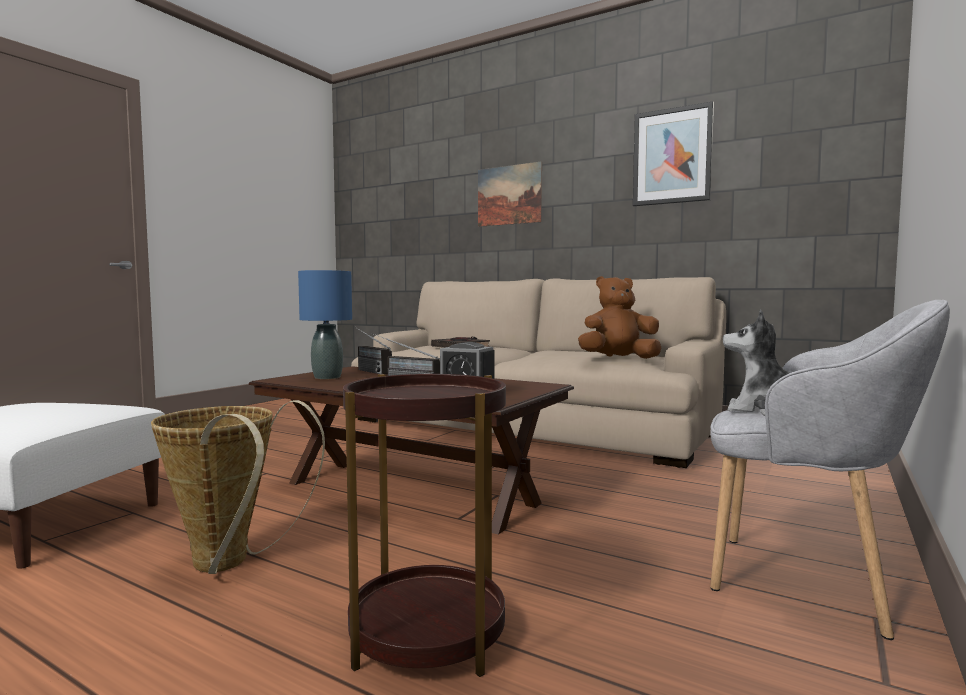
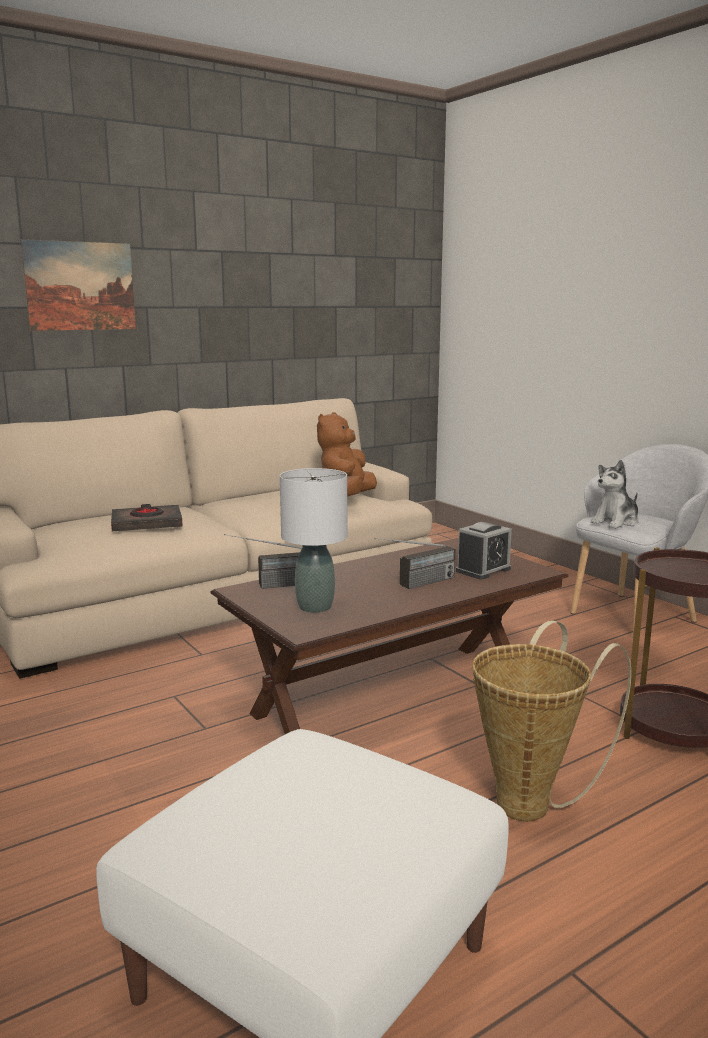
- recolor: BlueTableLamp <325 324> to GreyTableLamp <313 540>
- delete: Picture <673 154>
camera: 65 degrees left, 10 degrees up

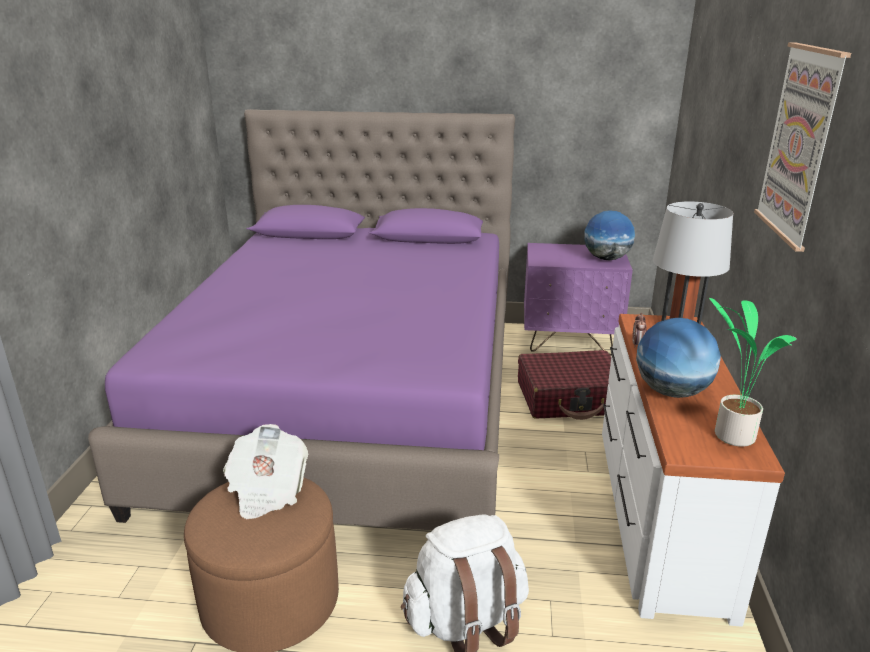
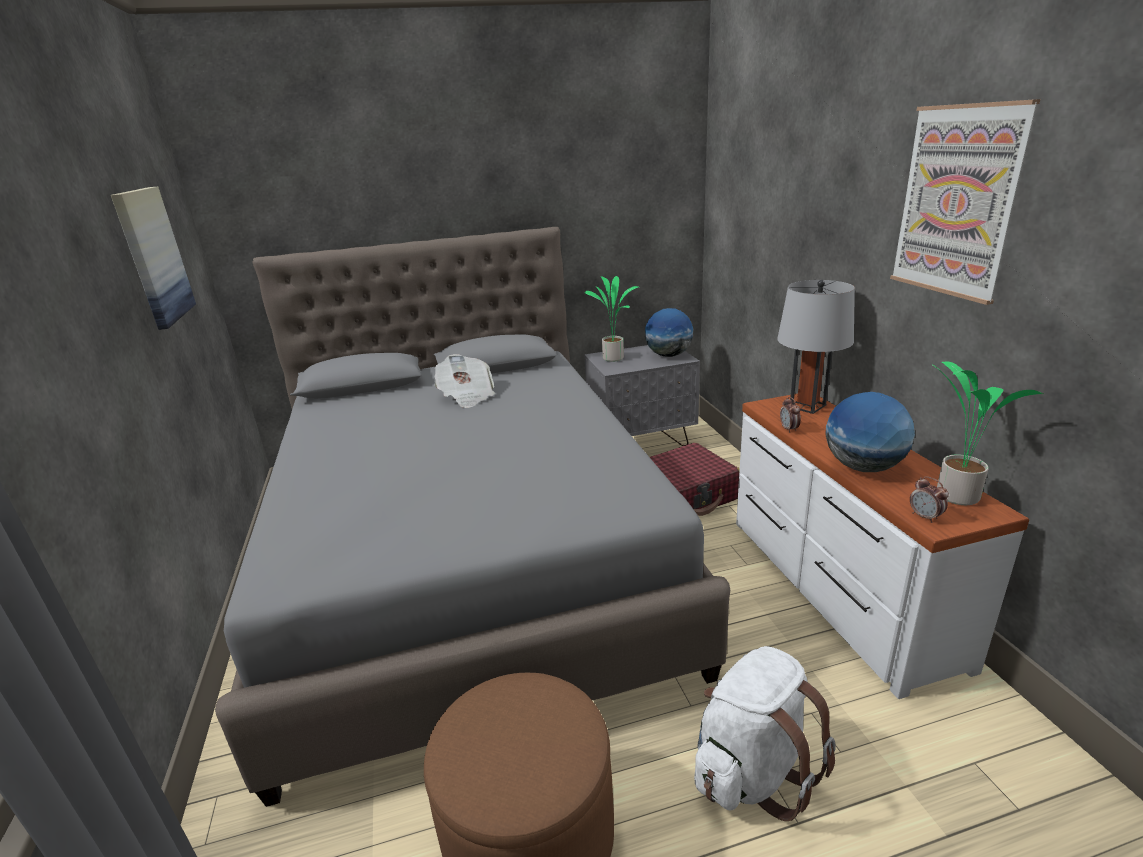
- insert: Picture <153 258>
- recolor: PurpleBed <301 319> to GreyBed <472 517>
- move: Newspaper <265 471> to <465 381>
- recolor: PurpleNightstand <578 299> to GreyNightstand <642 395>
- insert: PottedPlant <611 319>
- insert: AlarmClock <929 499>
camera: 20 degrees left, 0 degrees up

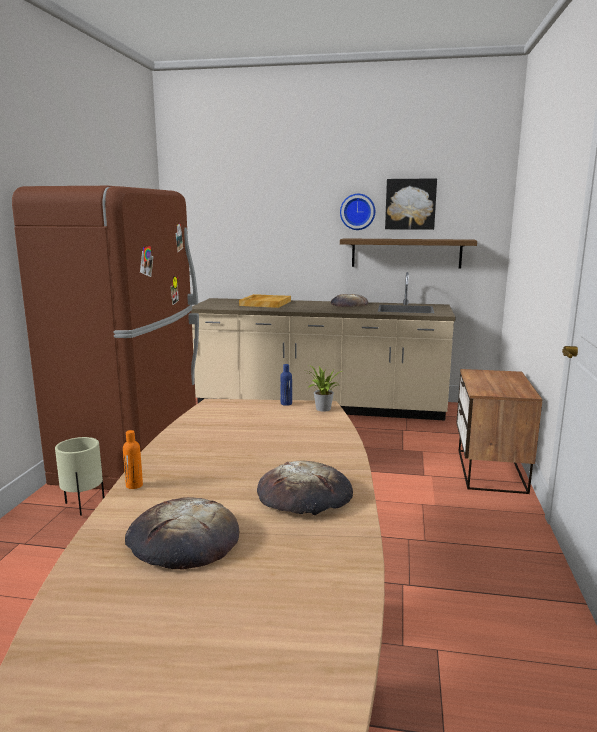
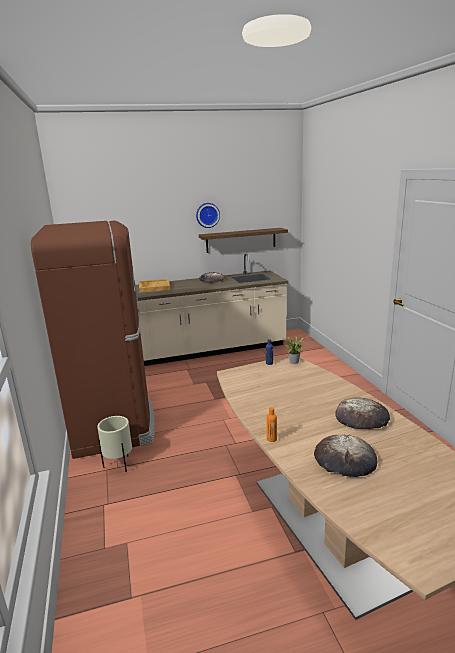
- delete: Picture <411 204>
- delete: Nightstand <499 431>
camera: 25 degrees left, 5 degrees up

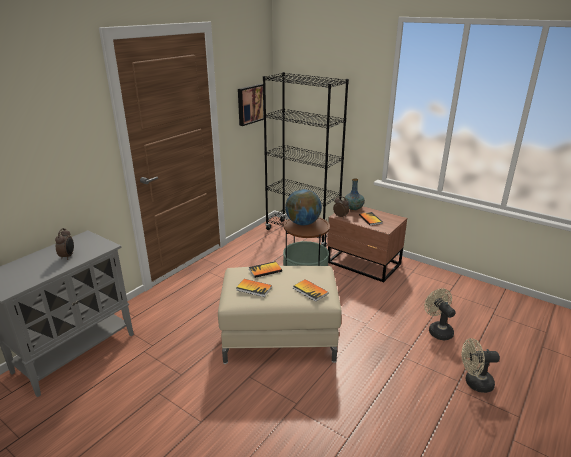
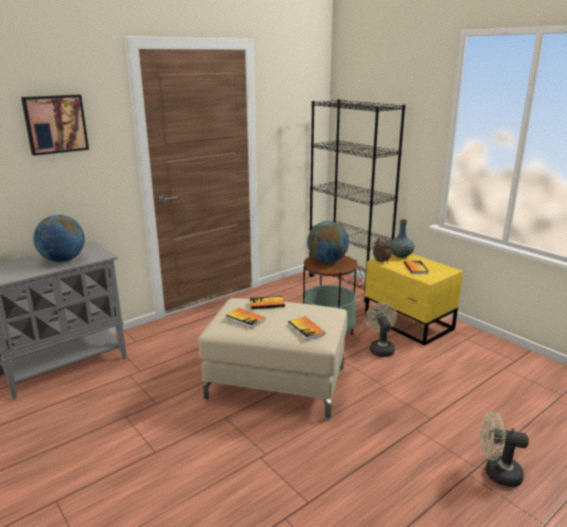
- move: Picture <251 105> to <55 125>
- replace: AlarmClock <64 244> to Globe <59 238>
- recolor: BrownNightstand <367 244> to YellowNightstand <414 299>
- move: BeigeFan <440 314> to <381 329>
camera: 15 degrees right, 5 degrees down

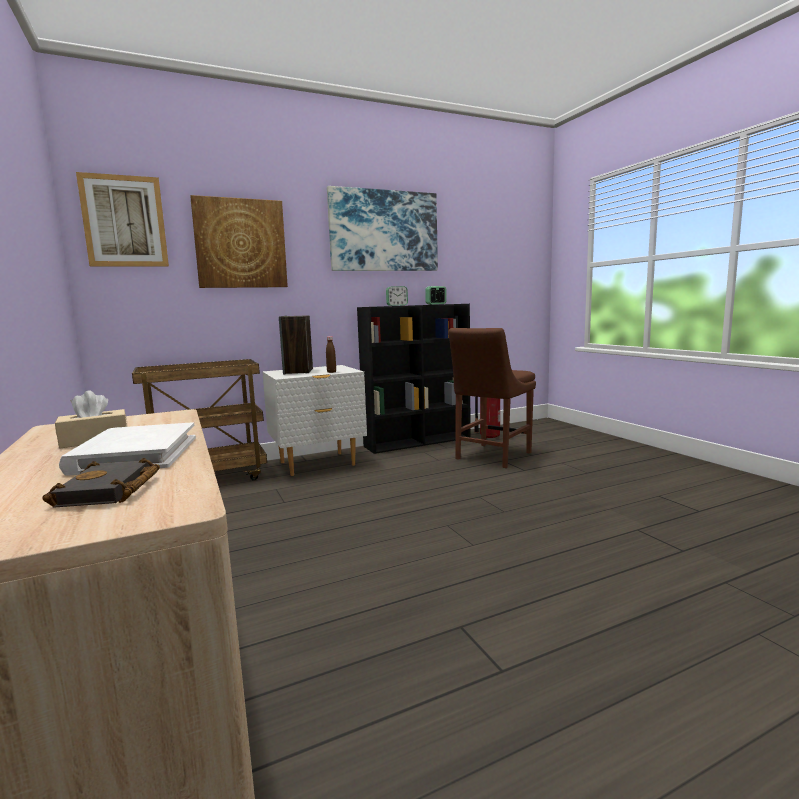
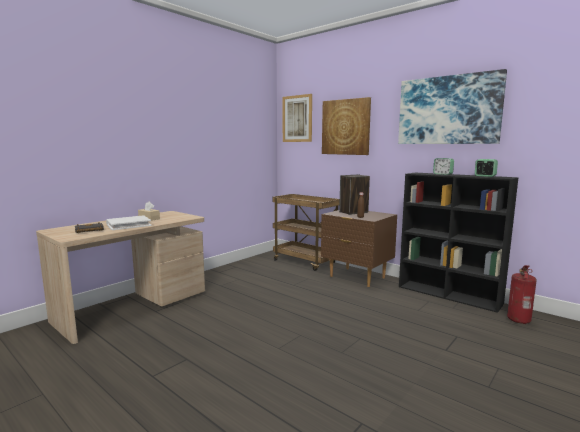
- recolor: WhiteNightstand <314 420> to BrownNightstand <359 248>
- delete: BrownChair <492 398>
camera: 65 degrees right, 0 degrees up

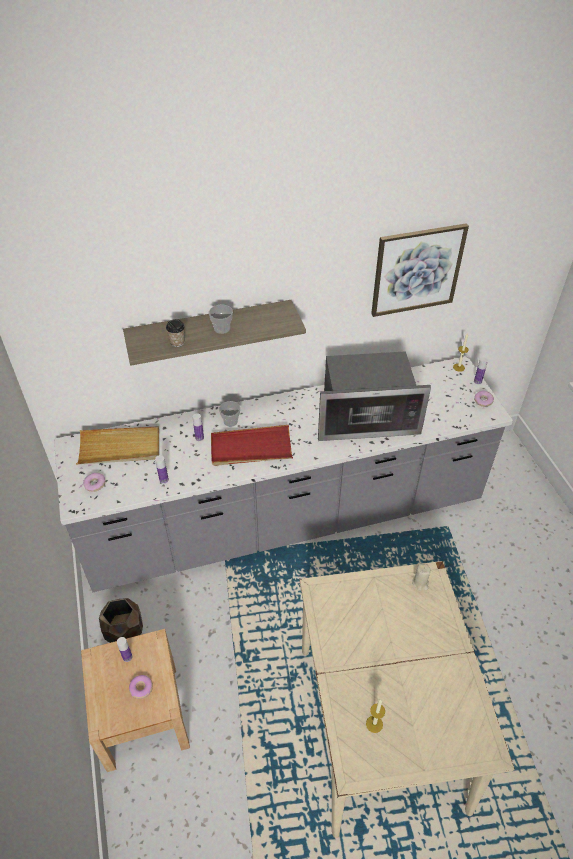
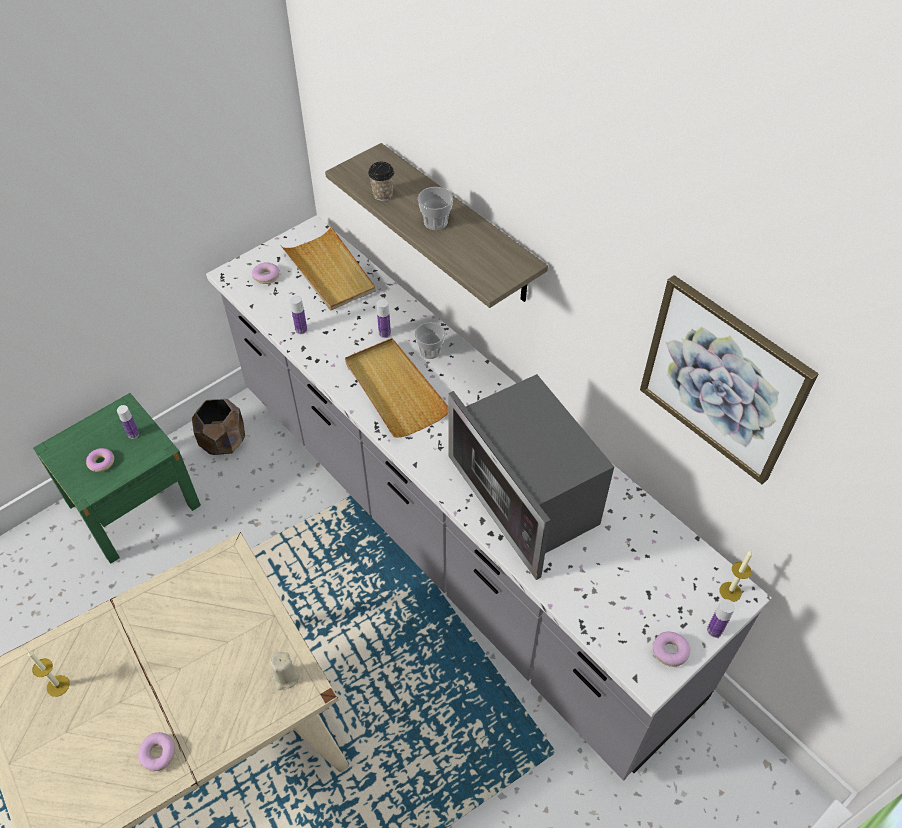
- recolor: BeigeNightstand <135 700> to GreenNightstand <117 478>
- insert: Donut <157 751>
- recolor: RedTray <252 445> to BeigeTray <396 388>
camera: 65 degrees right, 5 degrees up

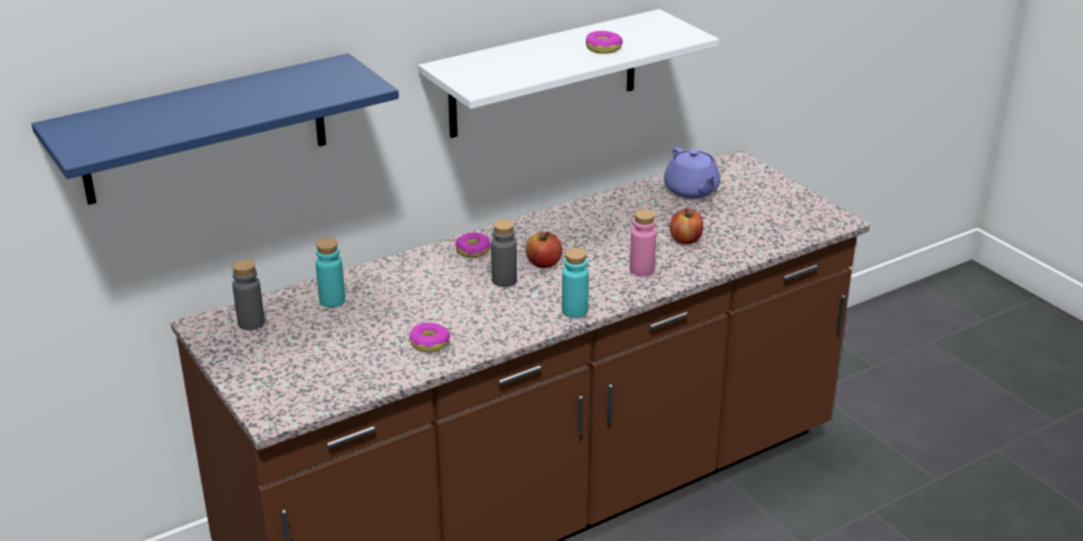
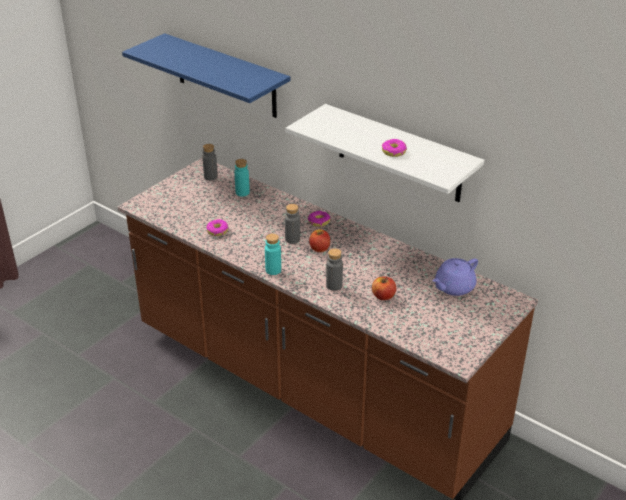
- recolor: PinkBottle <643 242> to GreyBottle <334 269>
camera: 70 degrees right, 5 degrees up

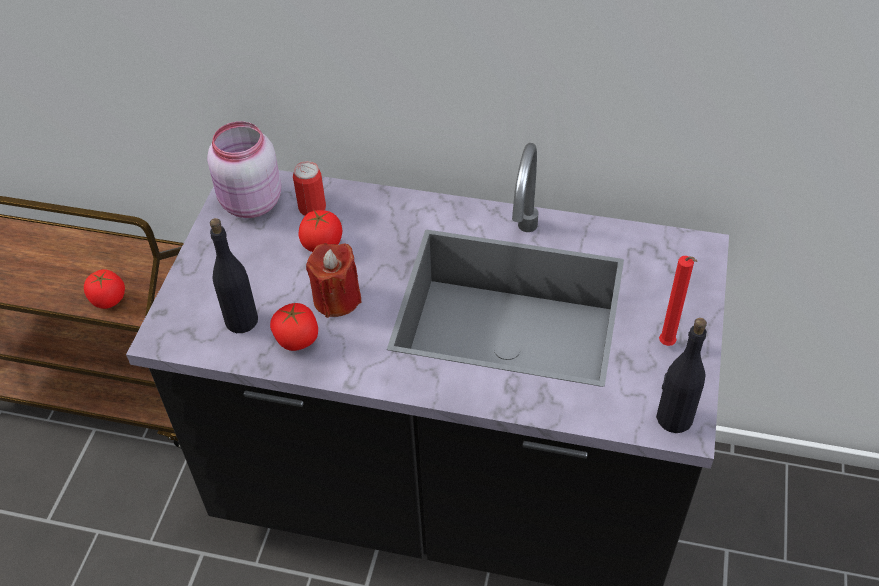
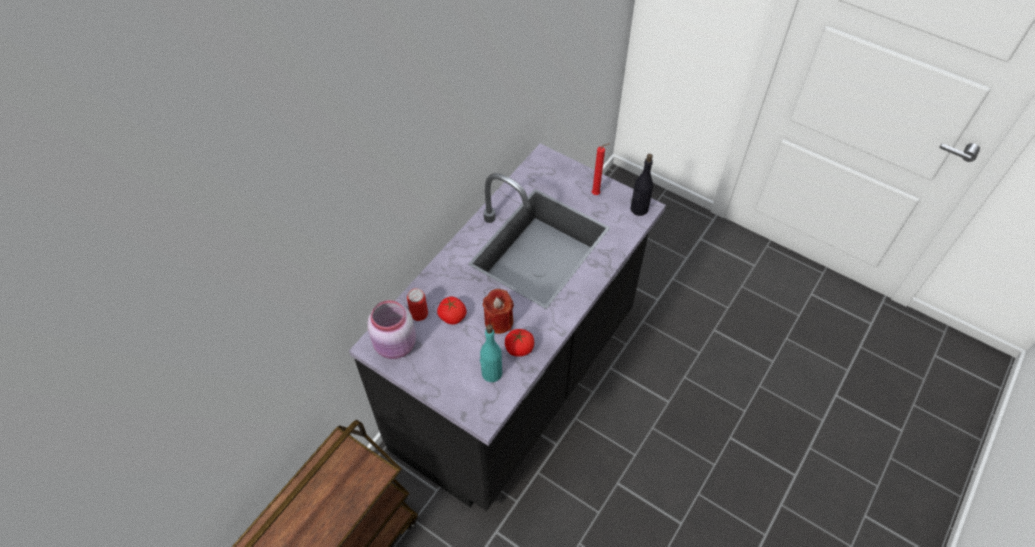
- recolor: BlackBottle <234 275> to TurquoiseBottle <491 353>
- delete: Tomato <104 289>
camera: 70 degrees left, 5 degrees up

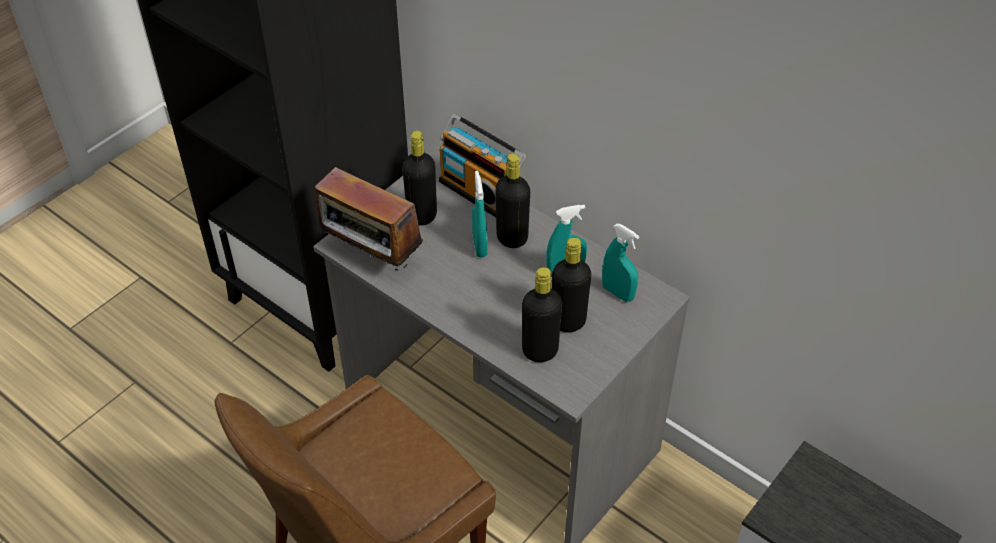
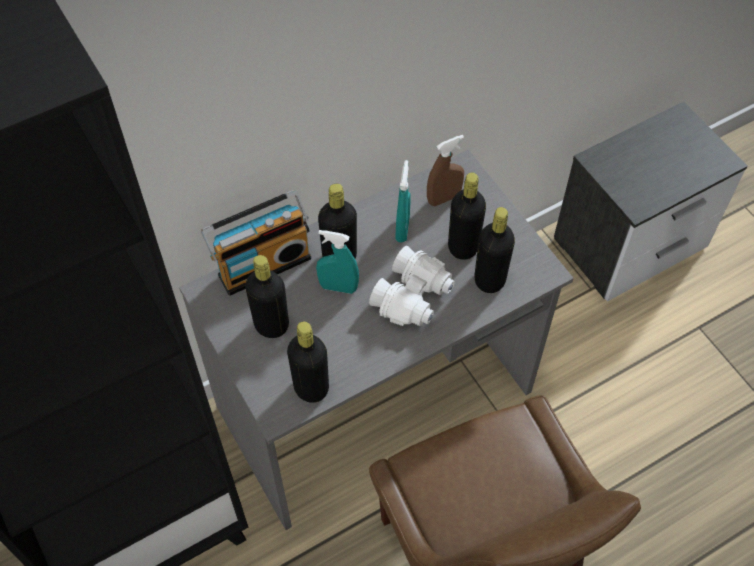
- replace: Radio <369 220> to BlackBottle <308 362>
- insert: WhiteBinoculars <412 286>
- recolor: TurquoiseSprayBottle <620 263> to BrownSprayBottle <445 170>
camera: 70 degrees left, 10 degrees up

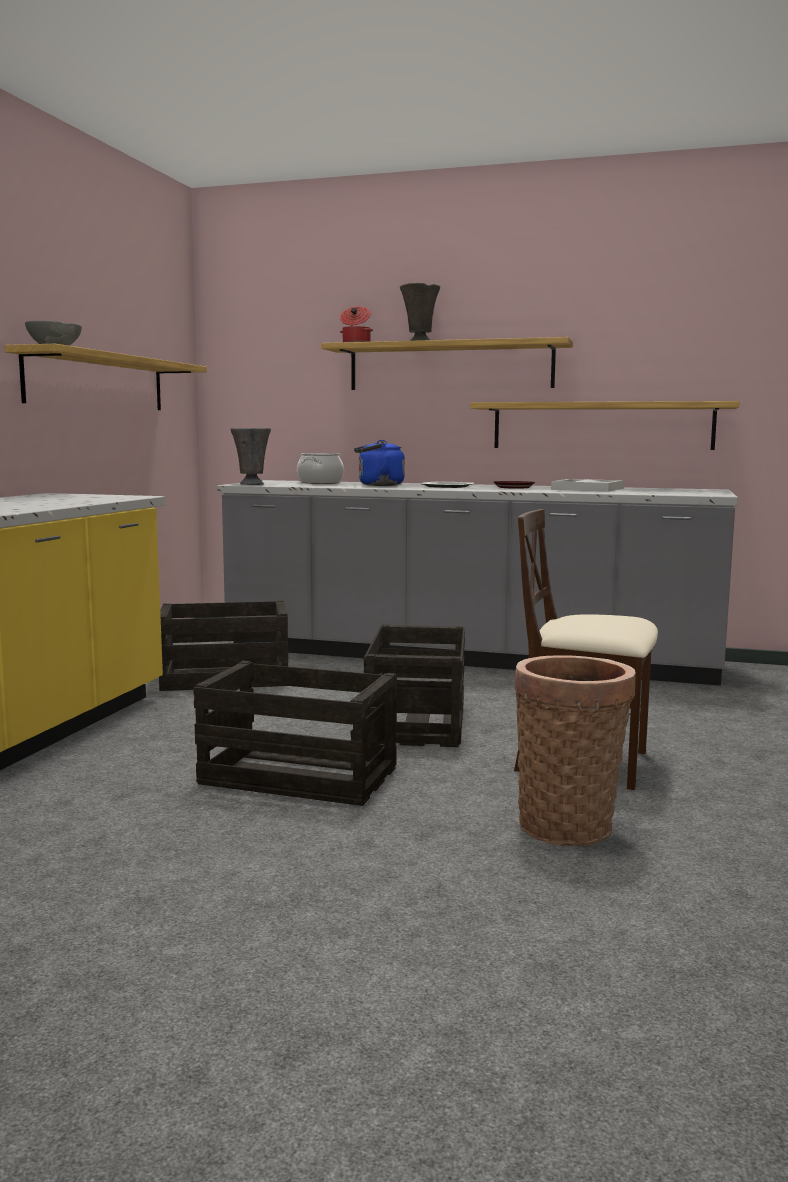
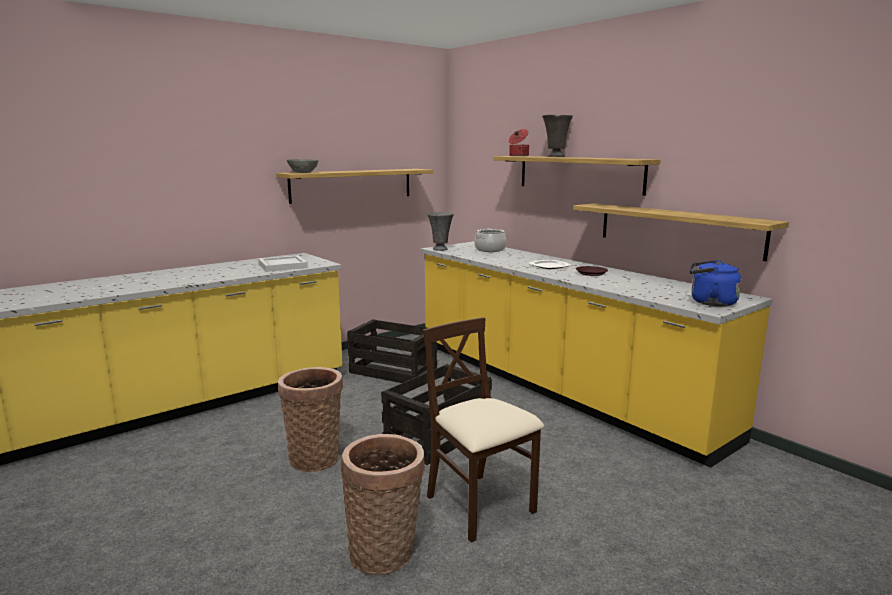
- move: WhiteTray <587 485> to <283 263>
- replace: Crate <295 733> to Basket <310 419>
- recolor: GreyCounter <477 583> to YellowCounter <597 354>
- move: BlueKettle <379 463> to <716 283>
camera: 35 degrees right, 5 degrees up

